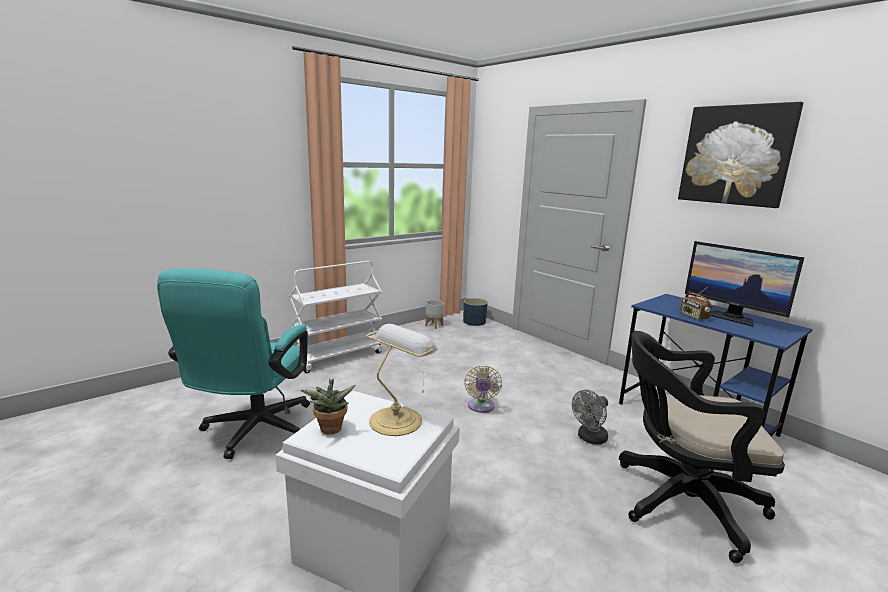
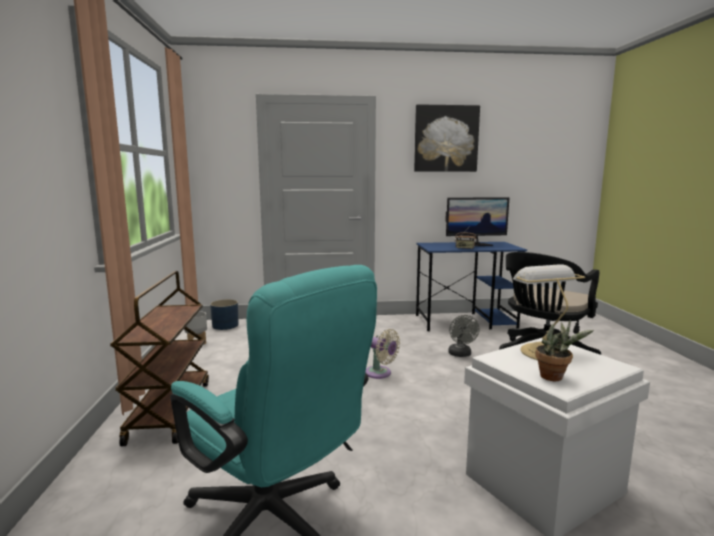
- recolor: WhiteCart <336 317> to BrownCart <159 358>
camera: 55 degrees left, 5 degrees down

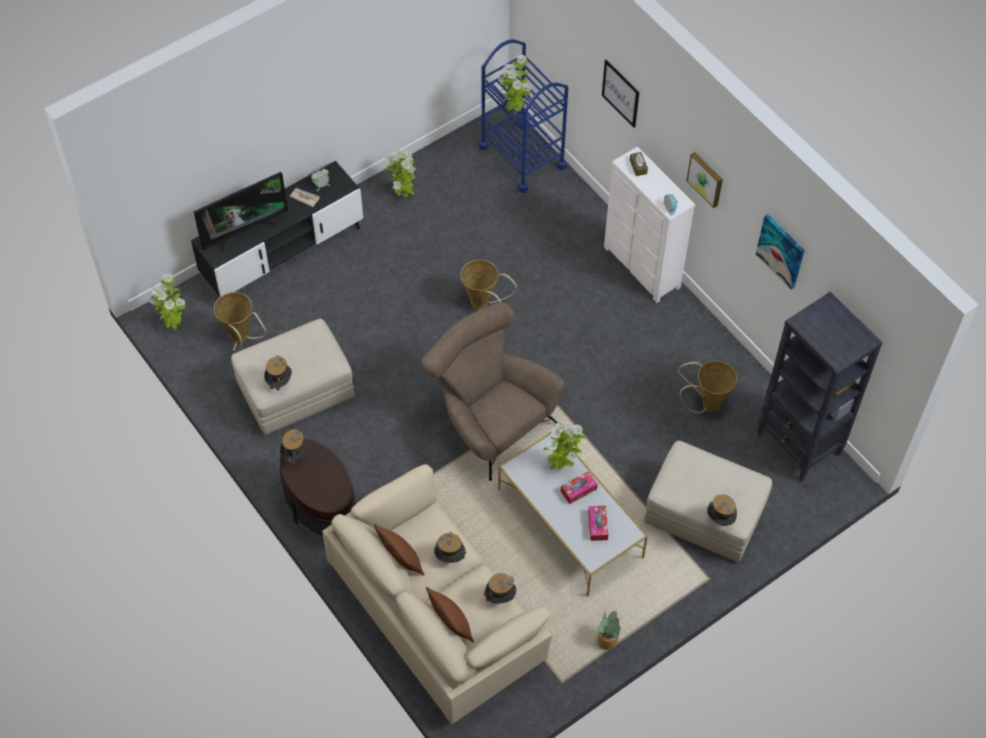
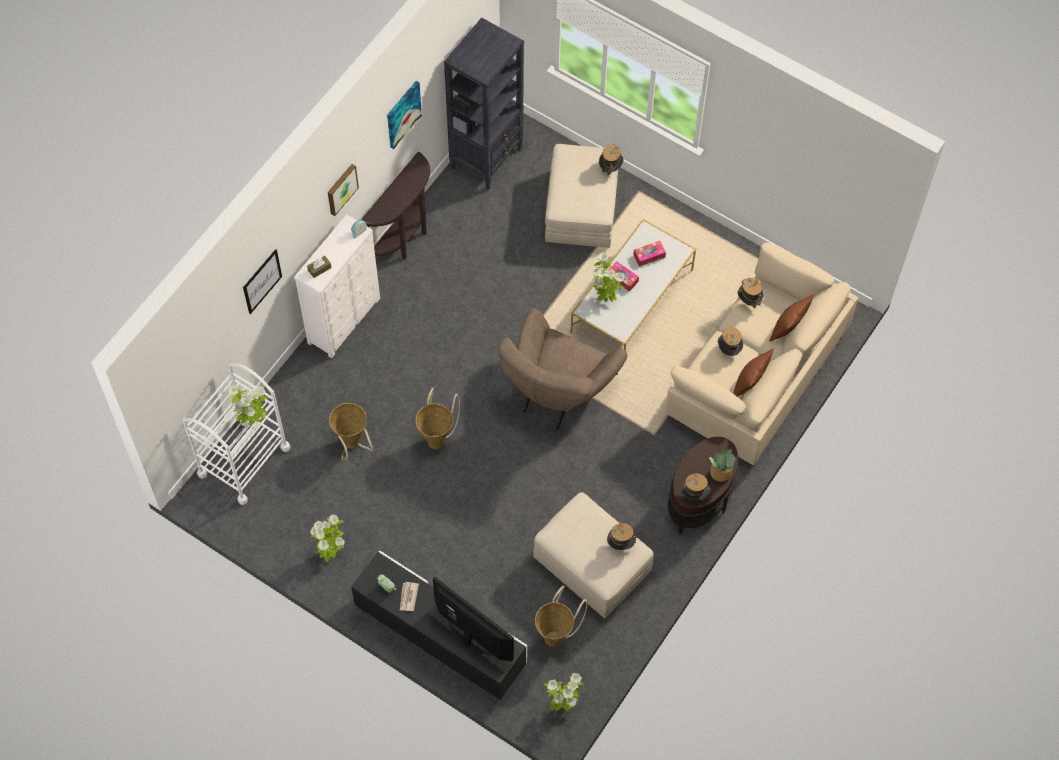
- recolor: BlueCart <523 116> to WhiteCart <236 434>
- move: Basket <707 387> to <351 431>
- insert: BrownConsoleTable <395 206>
- move: PottedPlant <609 630> to <722 465>
camera: 110 degrees left, 5 degrees up

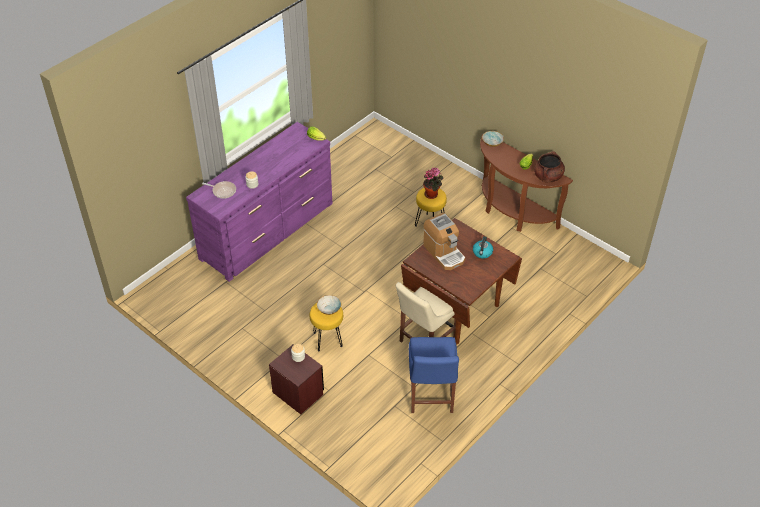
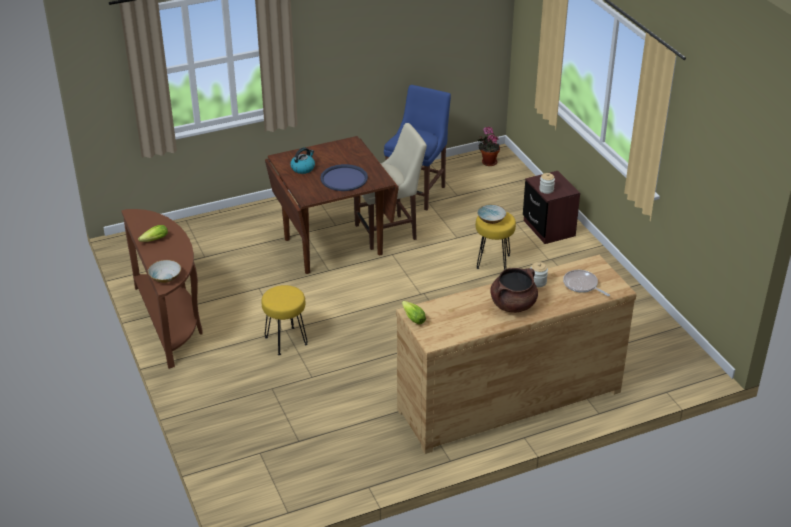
- replace: CoffeeMachine <444 241> to BlueTray <344 177>
- recolor: PurpleDresser <259 202> to BrownDresser <516 354>
- move: PottedPlant <433 183> to <488 146>
- move: BrownCookingPot <549 167> to <514 290>
camera: 155 degrees left, 10 degrees down

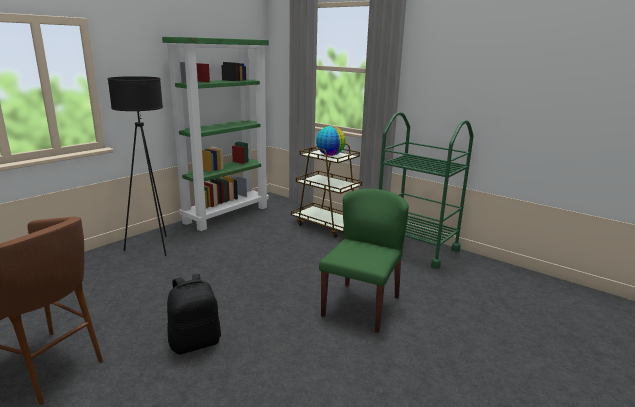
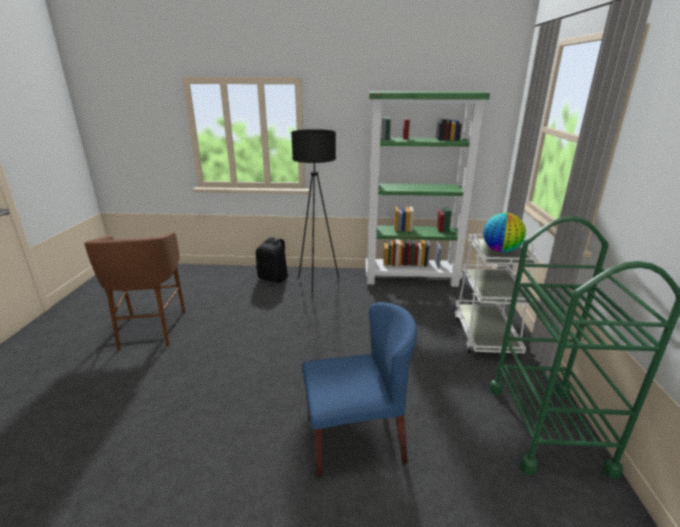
- move: BlackBackpack <194 314> to <272 260>
- recolor: GreenChair <364 261> to BlueChair <359 389>
- recolor: BrownCart <326 190> to WhiteCart <497 294>
camera: 55 degrees right, 5 degrees up

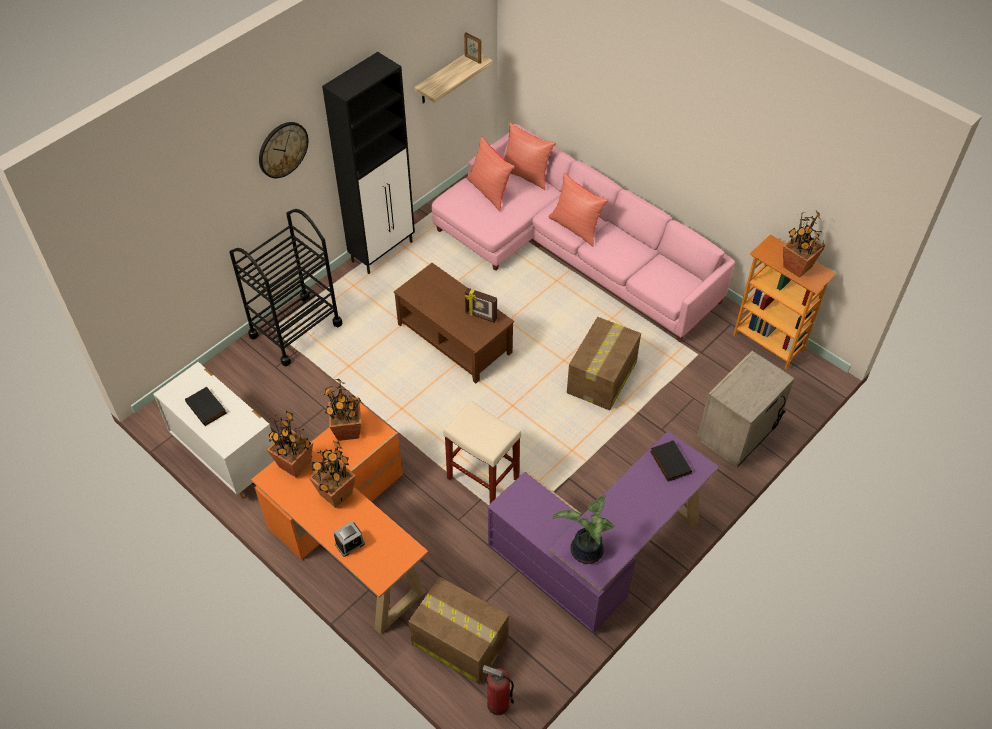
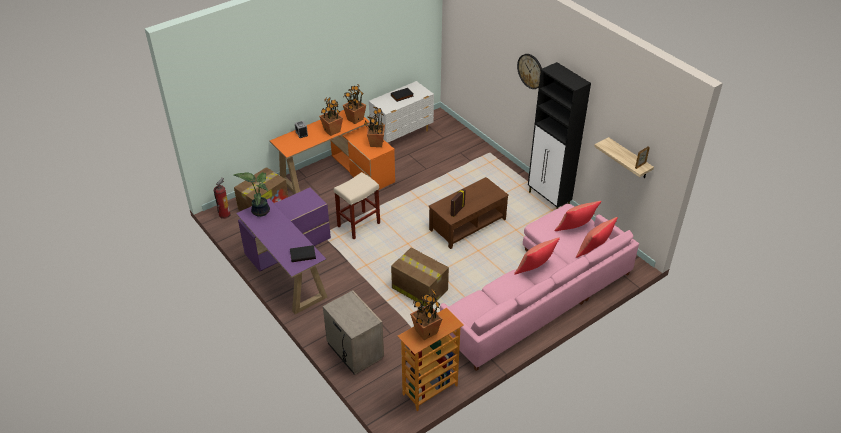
- delete: BlackCart <286 287>
camera: 100 degrees right, 10 degrees down

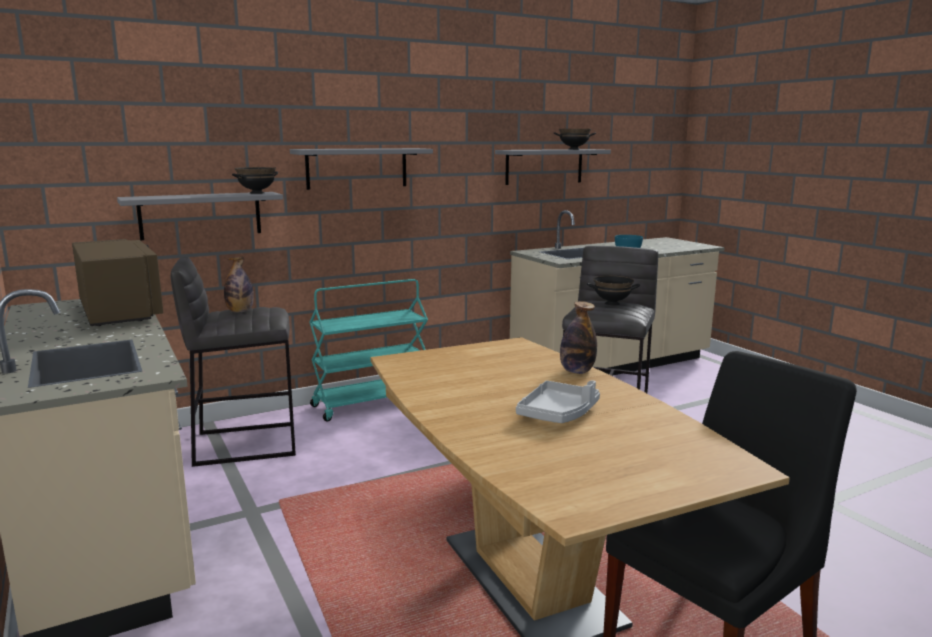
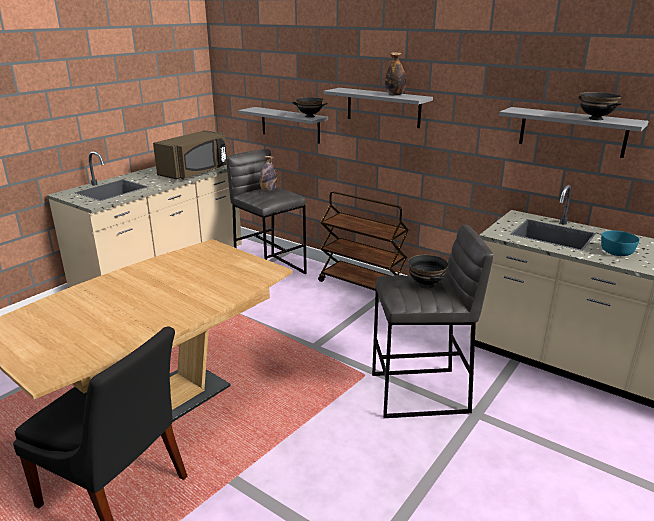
- recolor: TurquoiseCart <368 350> to BrownCart <363 241>
- move: Bottle <578 337> to <395 74>
- delete: GreyTray <558 401>
camera: 65 degrees right, 10 degrees up

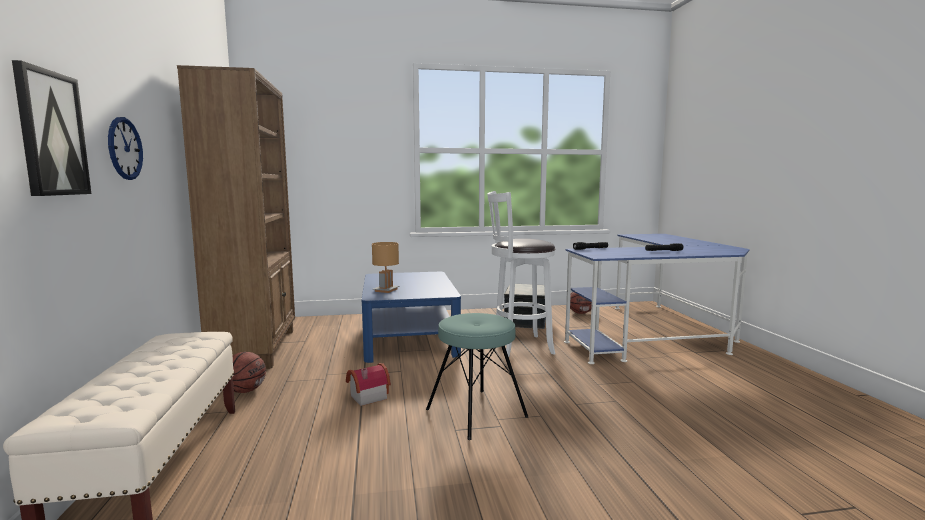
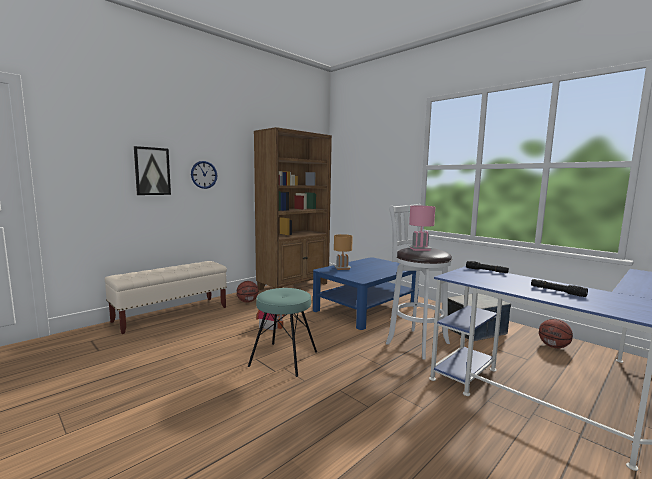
- insert: PinkTableLamp <421 228>
camera: 55 degrees right, 0 degrees up

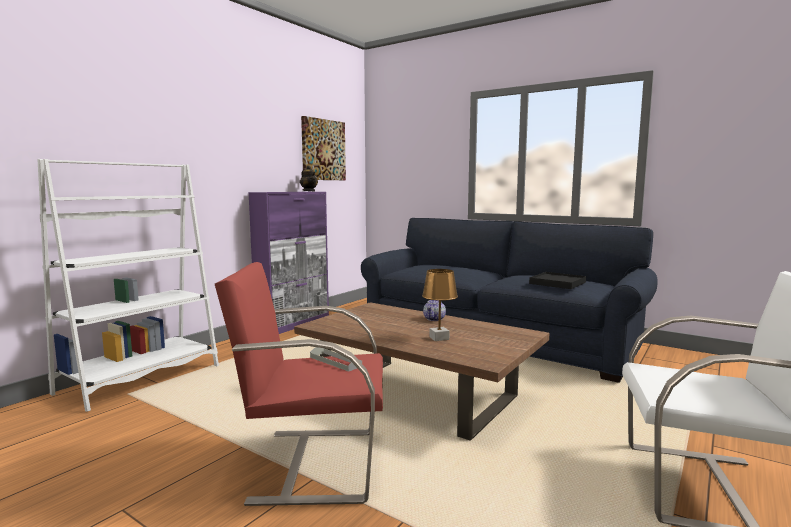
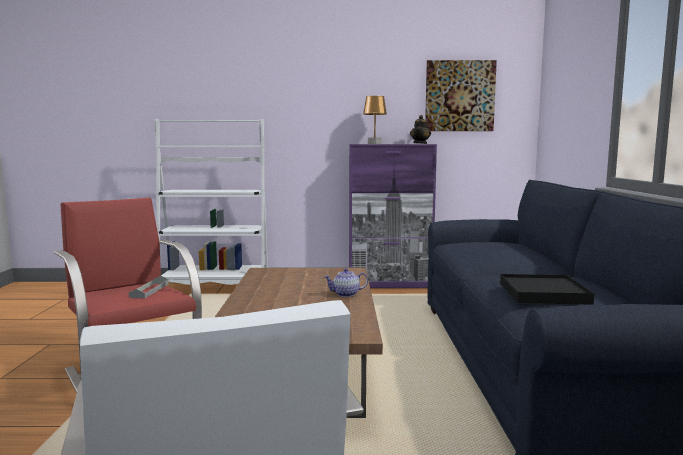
- move: BrownTableLamp <440 305> to <375 120>
camera: 55 degrees right, 0 degrees up

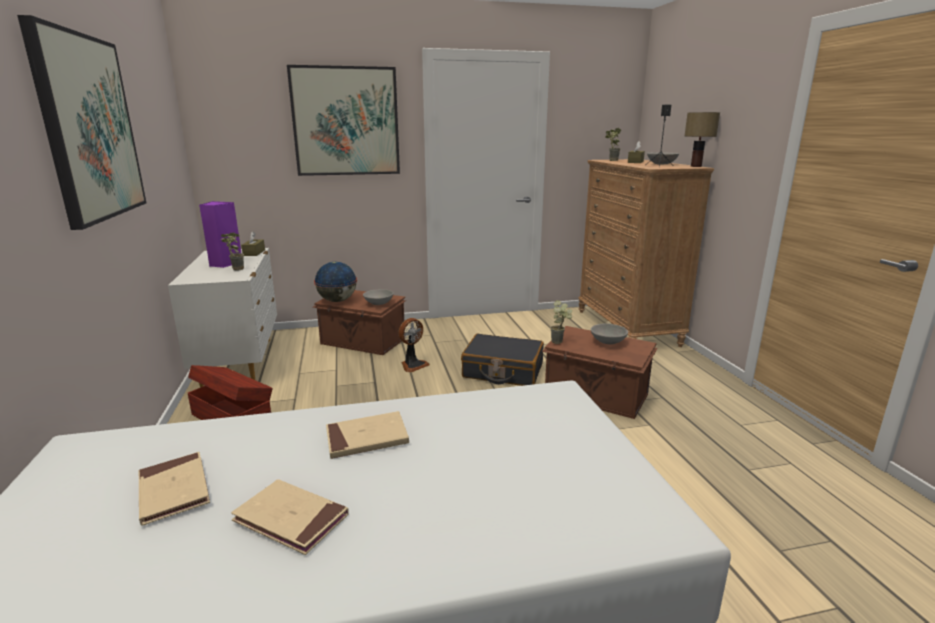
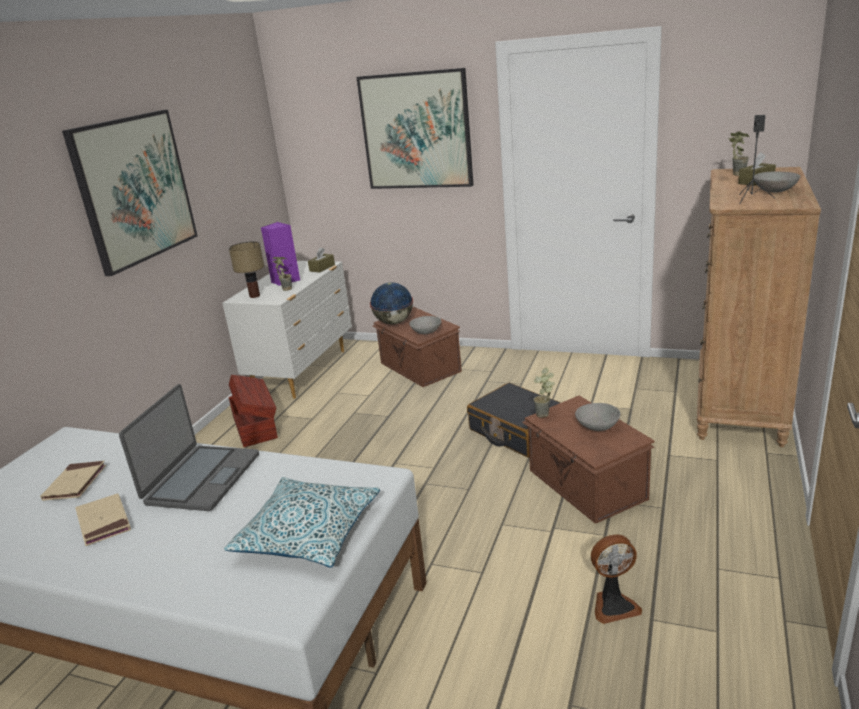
- replace: BeigeBook <367 435> to Laptop <189 447>
- insert: Pillow <302 522>
- move: TableLamp <702 139> to <246 269>
- move: Fan <414 345> to <616 579>
camera: 35 degrees right, 5 degrees up

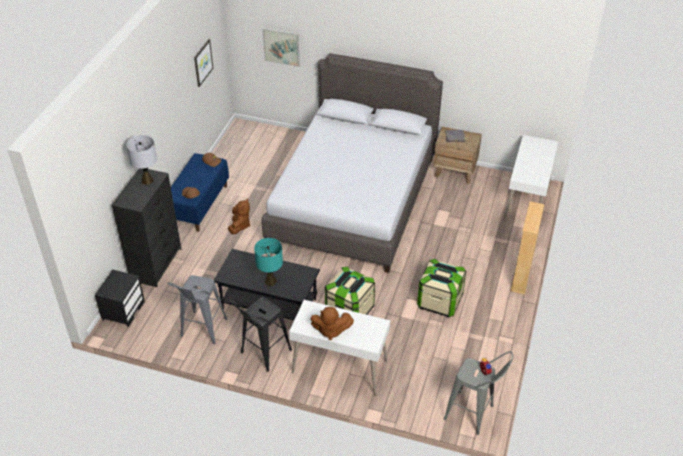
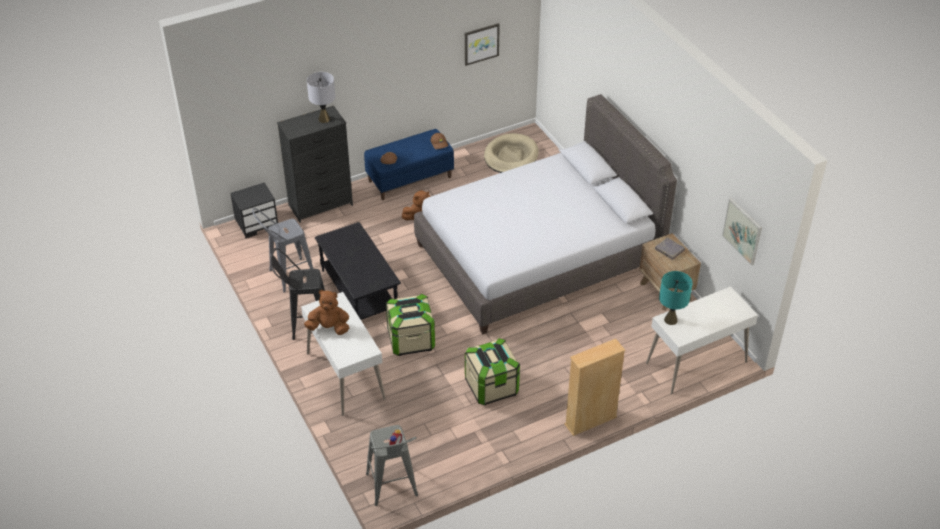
- rotate: BrownPlushToy <332 323> = <326 312> 135 degrees clockwise
- insert: BeigeDogBed <511 153>
- move: TurquoiseTableLamp <268 262> to <676 298>
- move: Picture <281 47> to <742 232>
camera: 45 degrees right, 0 degrees up

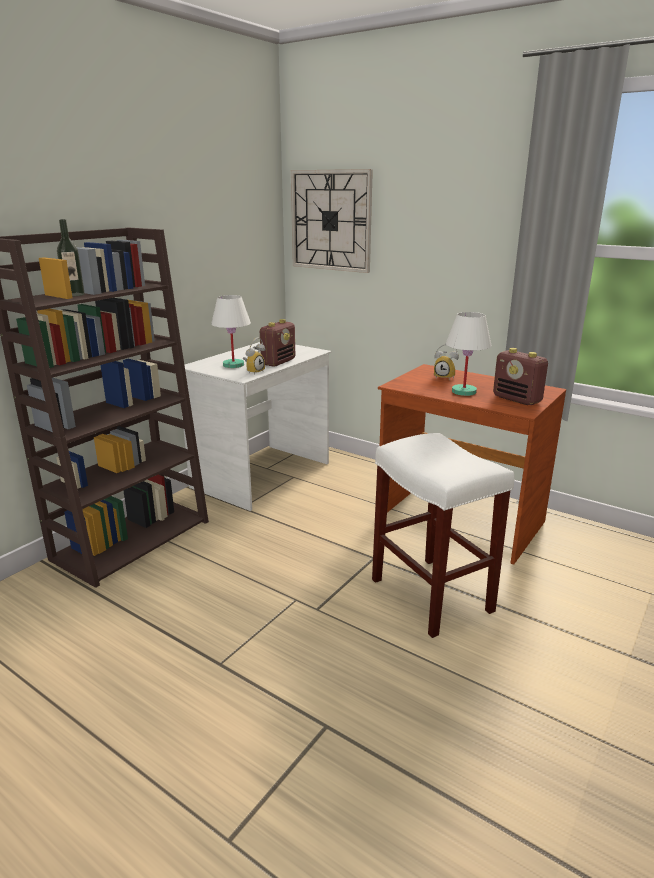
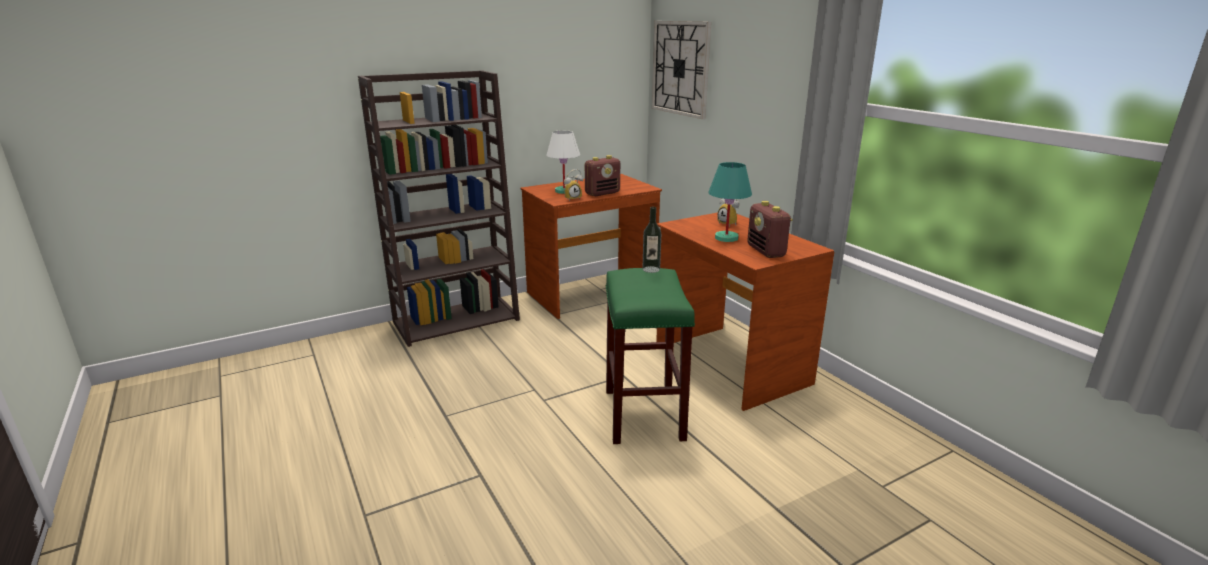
- recolor: WhiteDesk <256 426> to BrownDesk <591 246>
- recolor: WhiteStool <443 535> to GreenStool <650 356>
- move: Bottle <71 257> to <652 240>
- recolor: WhiteTableLamp <469 354> to TurquoiseTableLamp <730 202>
camera: 25 degrees right, 0 degrees up

